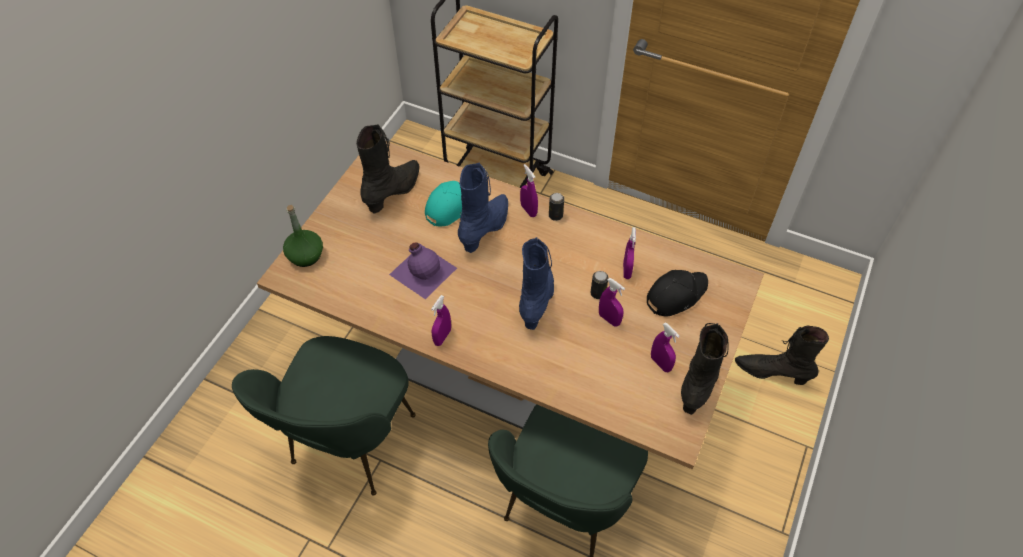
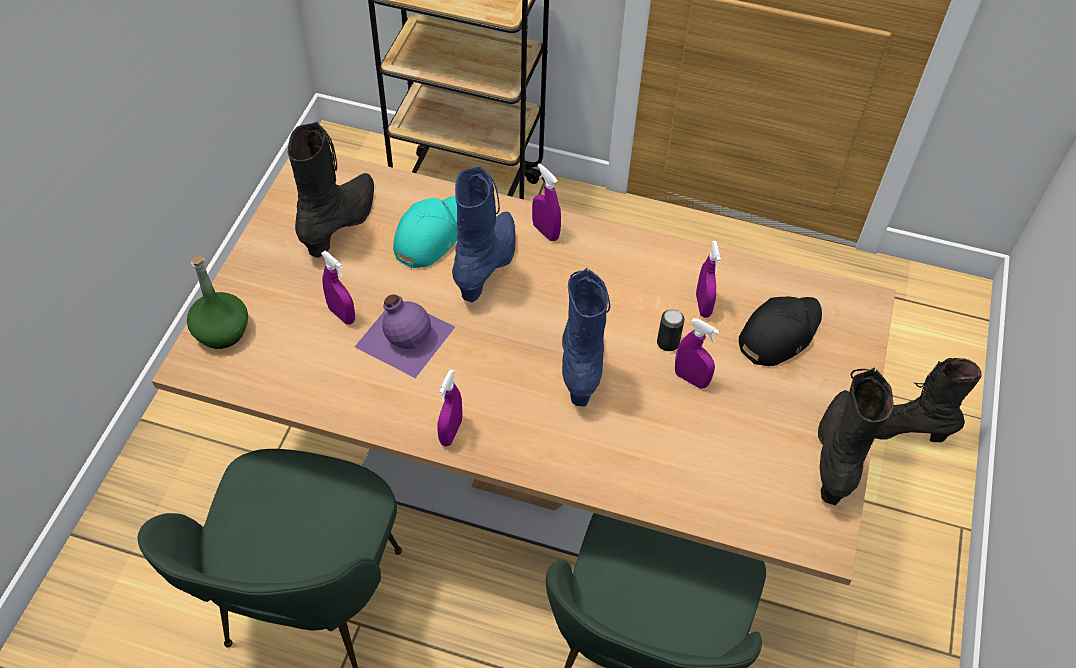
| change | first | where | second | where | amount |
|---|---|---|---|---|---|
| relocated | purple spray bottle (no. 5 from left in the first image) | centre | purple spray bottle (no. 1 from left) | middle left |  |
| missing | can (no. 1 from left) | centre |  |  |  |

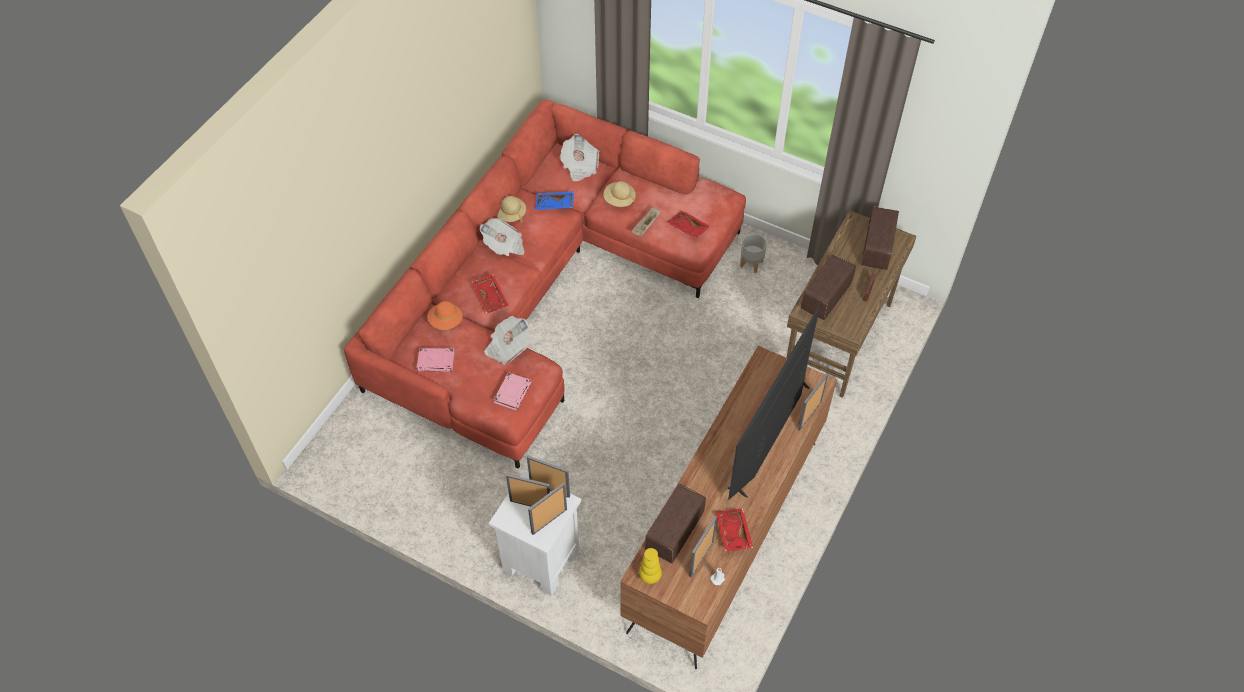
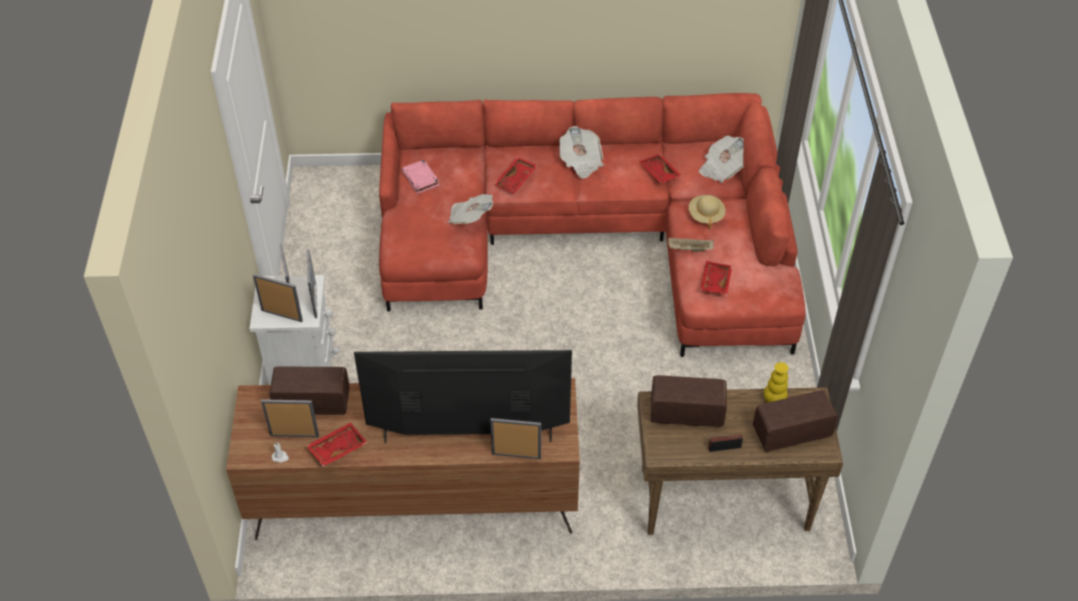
| change | first | where | second | where | amount |
|---|---|---|---|---|---|
| colour | blue tray | top centre | red tray (no. 3 from left) | top centre |  |
| relocated | yellow vase | bottom centre |  | middle right |  |
| missing | orange hat | centre |  |  |  |
| missing | pink book (no. 2 from left) | centre |  |  |  |
| missing | beige hat (no. 1 from left) | top centre |  |  |  |
| missing | grey planter | centre |  |  |  |

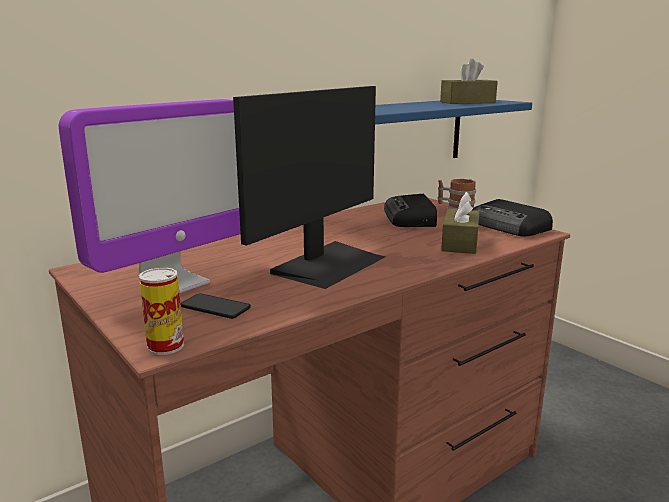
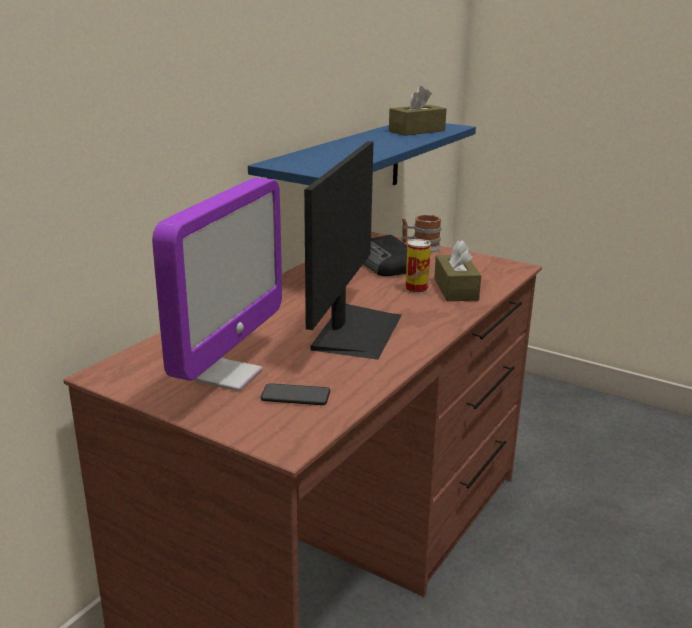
| change | first | where | second | where | amount |
|---|---|---|---|---|---|
| relocated | can | middle left |  | centre |  |
| missing | radio (no. 2 from left) | middle right |  |  |  |

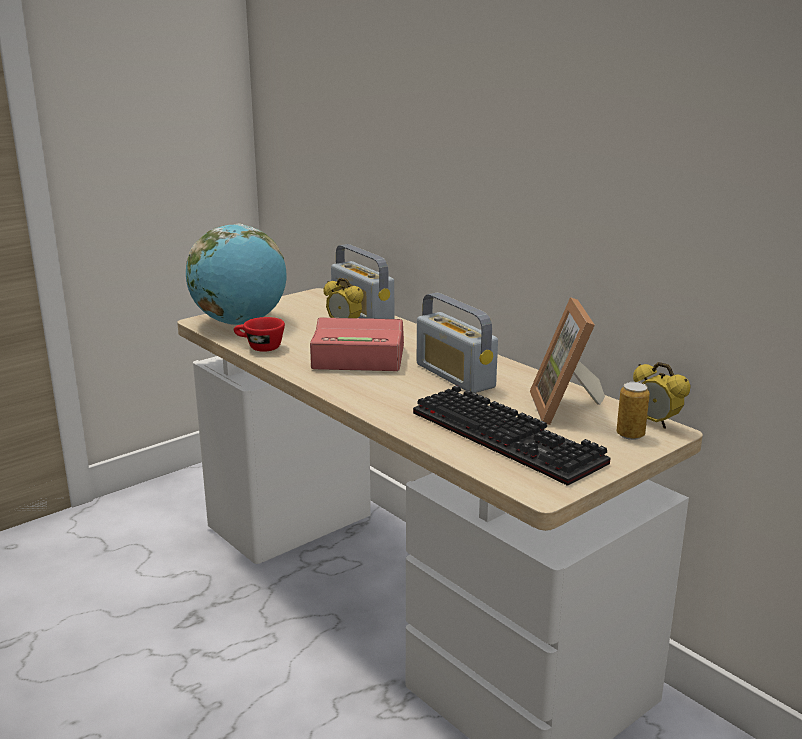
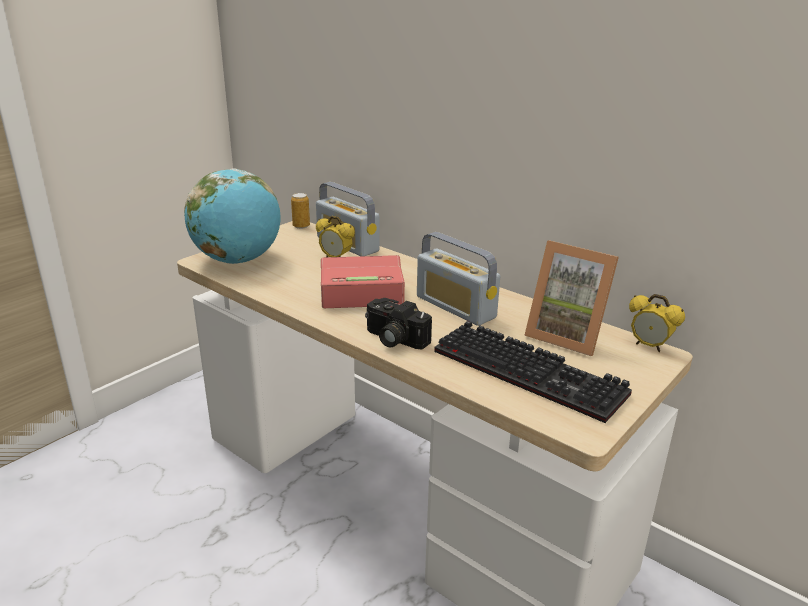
| change | first | where | second | where | amount |
|---|---|---|---|---|---|
| relocated | can | middle right |  | centre |  |
| appeared |  |  | photo camera | centre |  |
| spun | picture frame | middle right |  | middle right | 45 degrees counterclockwise |
| missing | red cup | middle left |  |  |  |

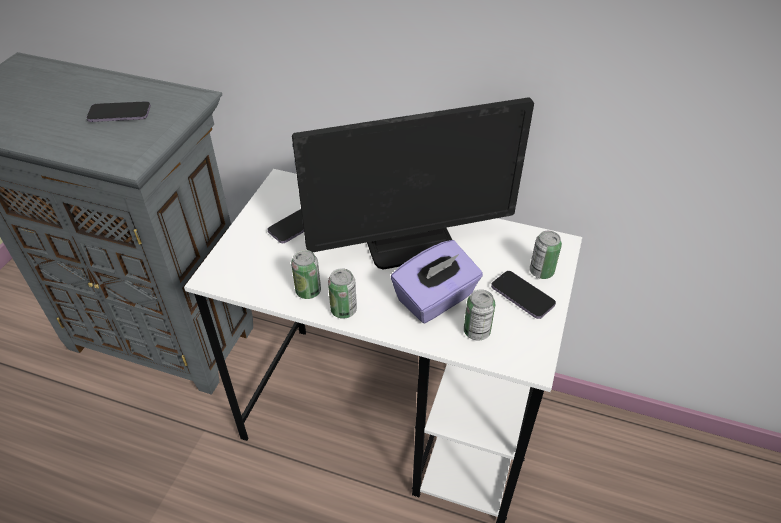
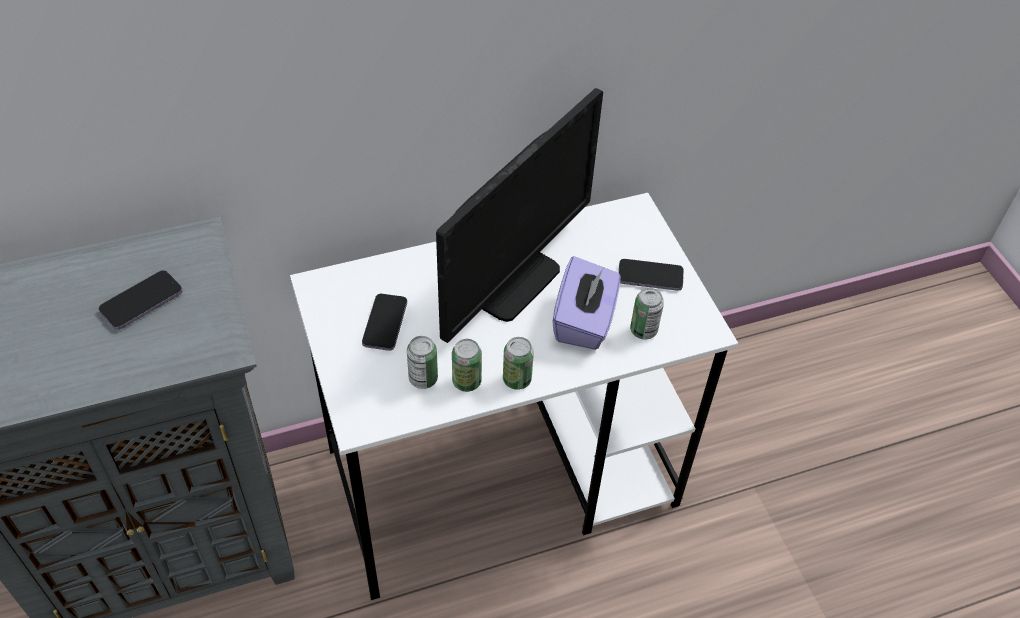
| change | first | where | second | where | amount |
|---|---|---|---|---|---|
| relocated | can (no. 4 from left in the first image) | middle right | can (no. 1 from left) | centre |  |

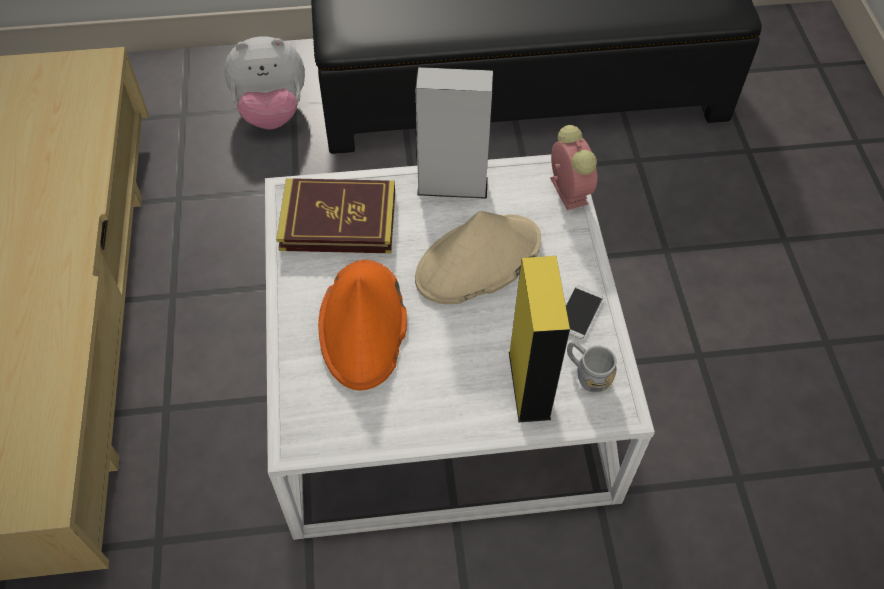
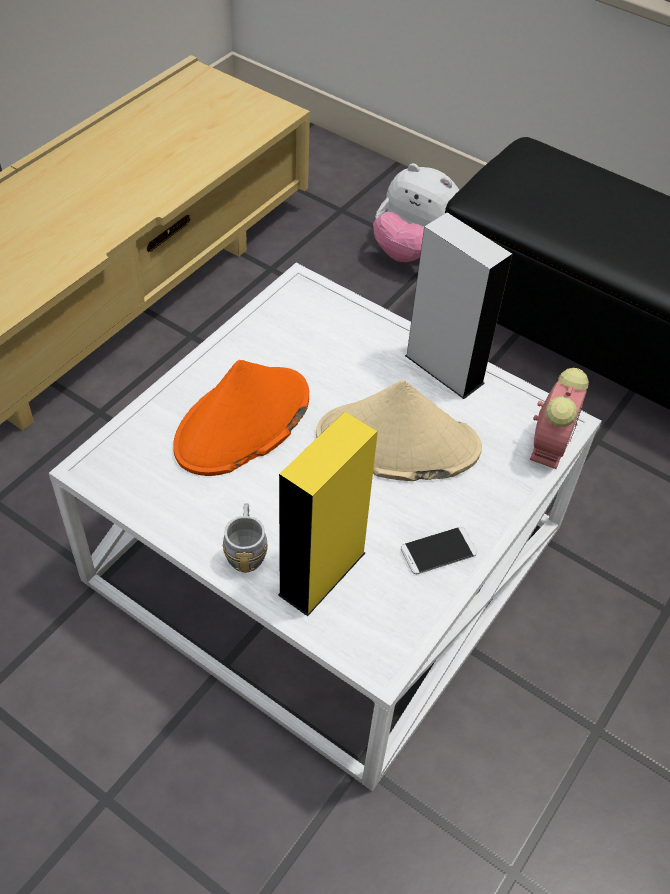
| change | first | where | second | where | amount |
|---|---|---|---|---|---|
| relocated | grey mug | middle right |  | centre |  |
| missing | book | centre |  |  |  |

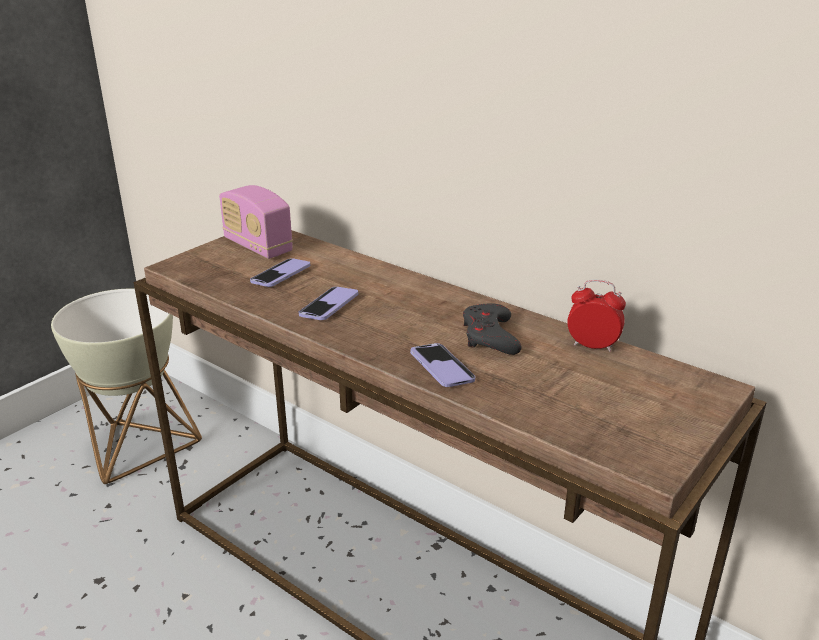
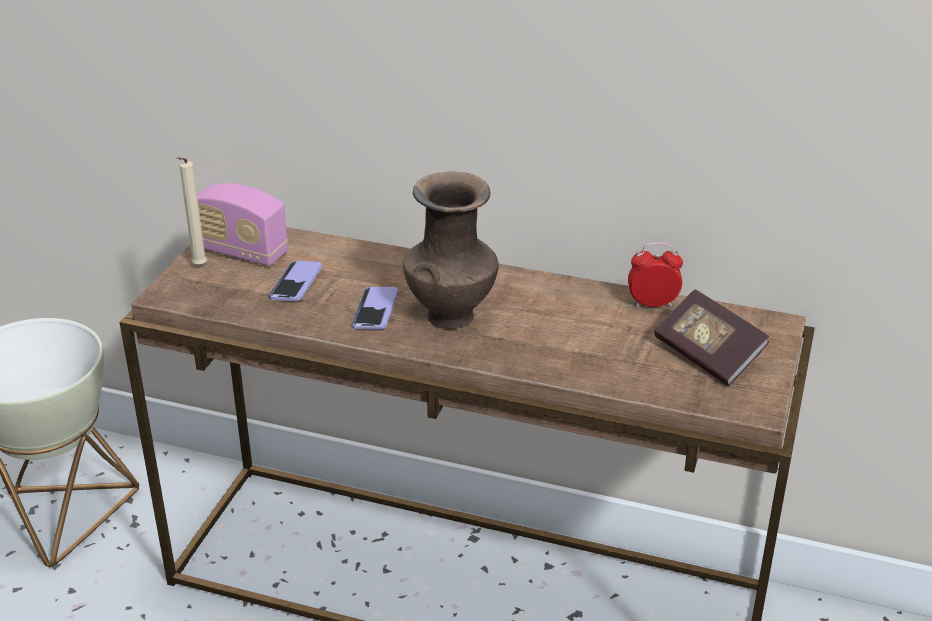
| change | first | where | second | where | amount |
|---|---|---|---|---|---|
| appeared |  |  | beige candle | middle left |  |
| appeared |  |  | brown vase | centre |  |
| appeared |  |  | book | middle right |  |
| missing | phone (no. 3 from left) | centre |  |  |  |
| missing | grey game controller | centre |  |  |  |

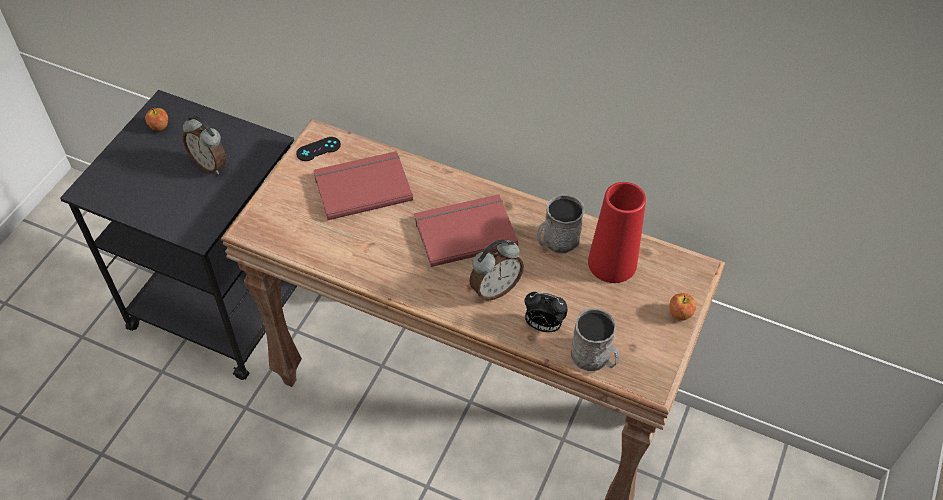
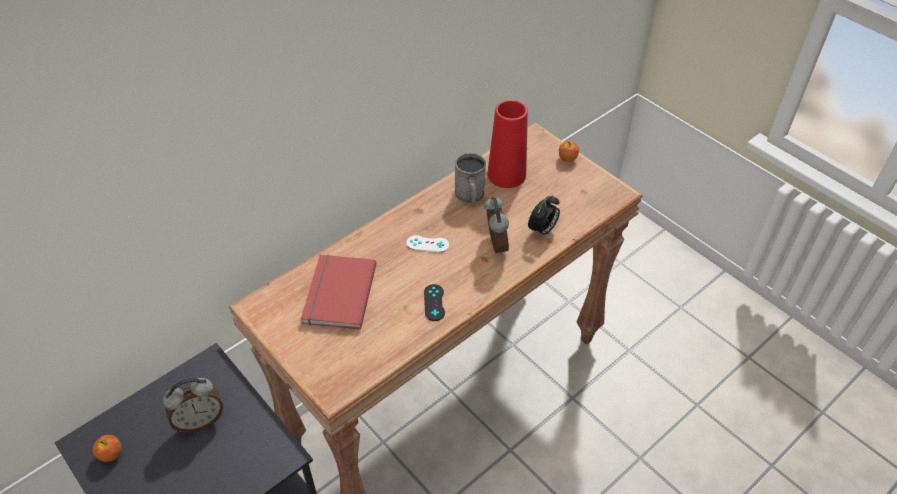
| change | first | where | second | where | amount |
|---|---|---|---|---|---|
| exchanged | red book (no. 2 from left) | centre | white game controller | centre |  |
| relocated | black game controller | top centre |  | centre |  |
| missing | grey mug (no. 2 from left) | bottom centre |  |  |  |

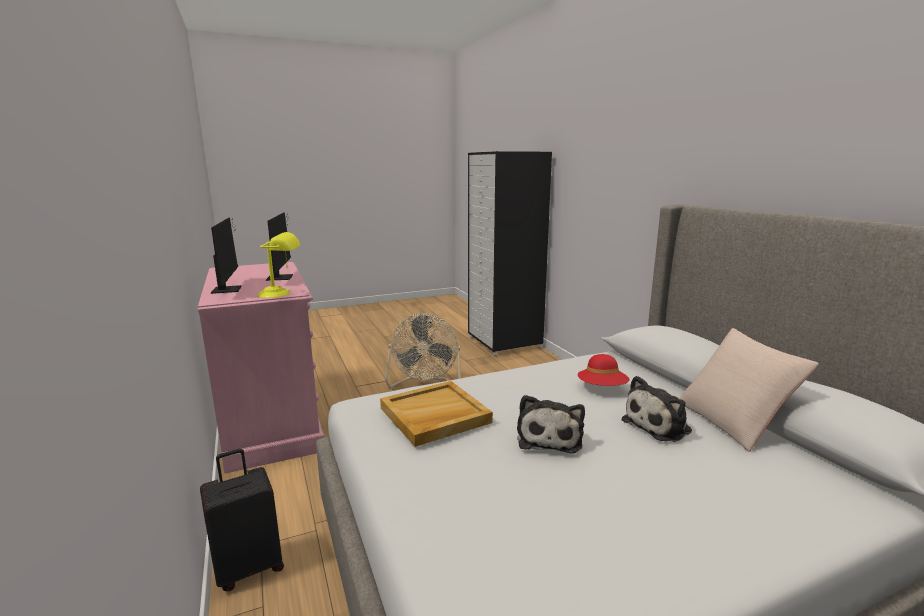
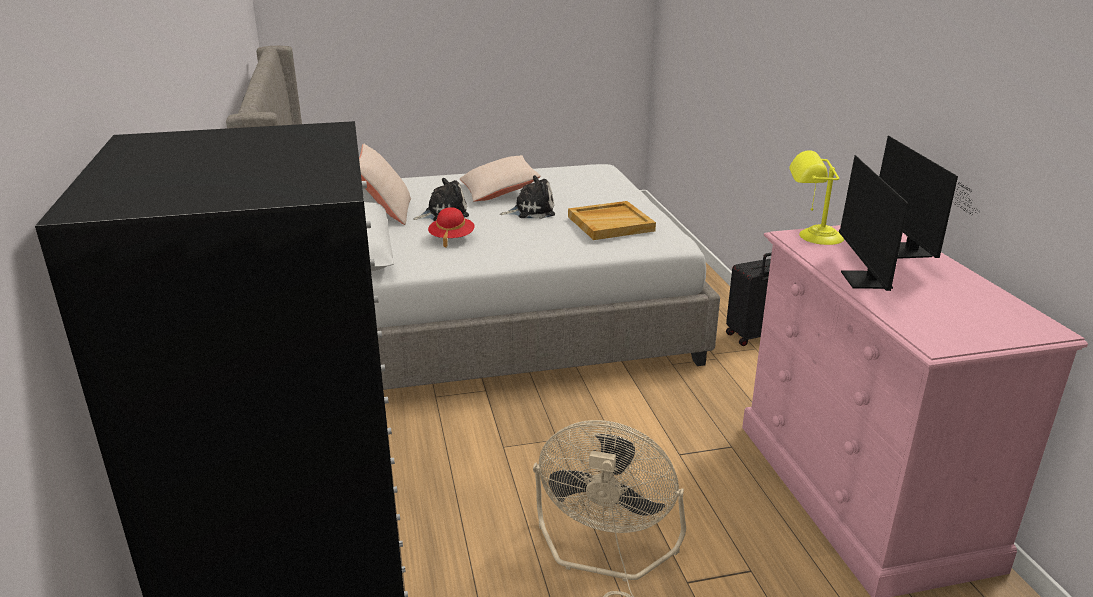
| change | first | where | second | where | amount |
|---|---|---|---|---|---|
| appeared |  |  | beige pillow (no. 2 from left) | top centre |  |
| spun | plush toy (no. 1 from left in the first image) | bottom centre | plush toy (no. 2 from left) | top centre | 60 degrees clockwise |

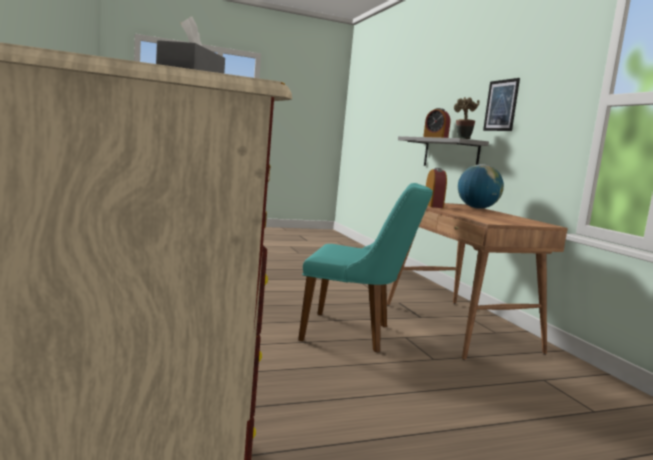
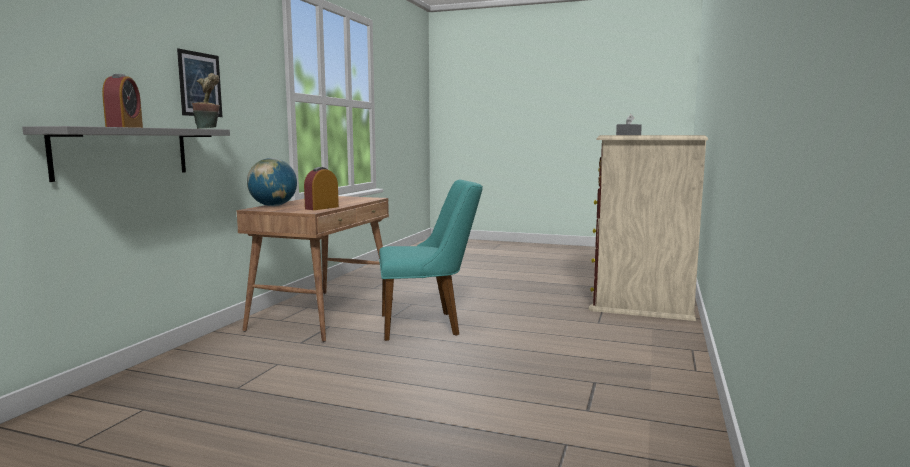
| change | first | where | second | where | amount |
|---|---|---|---|---|---|
| spun | turquoise chair | centre |  | centre | 120 degrees clockwise |

